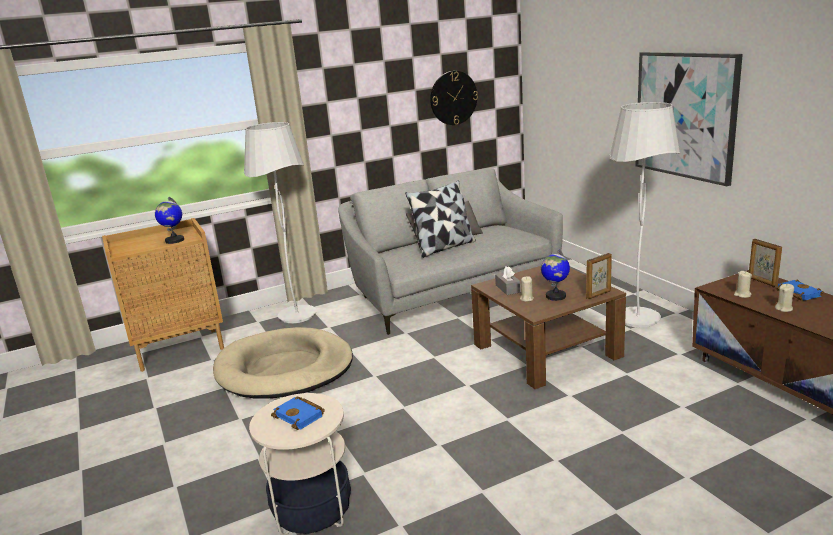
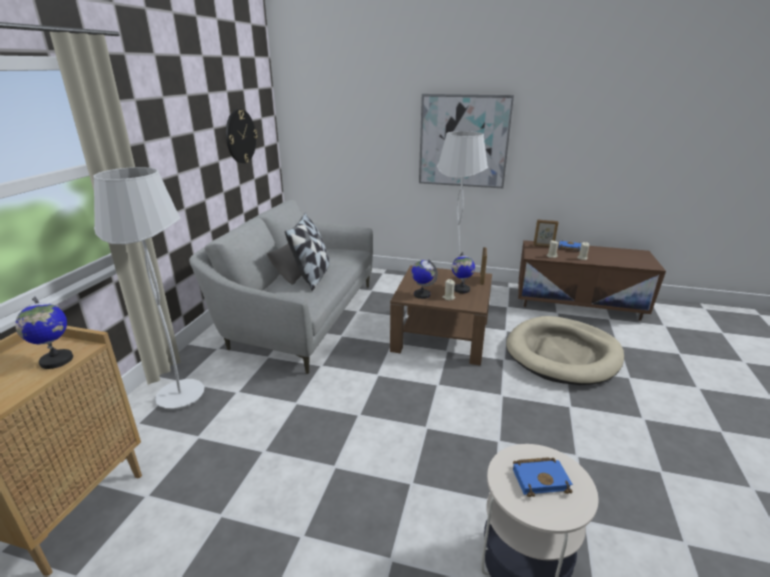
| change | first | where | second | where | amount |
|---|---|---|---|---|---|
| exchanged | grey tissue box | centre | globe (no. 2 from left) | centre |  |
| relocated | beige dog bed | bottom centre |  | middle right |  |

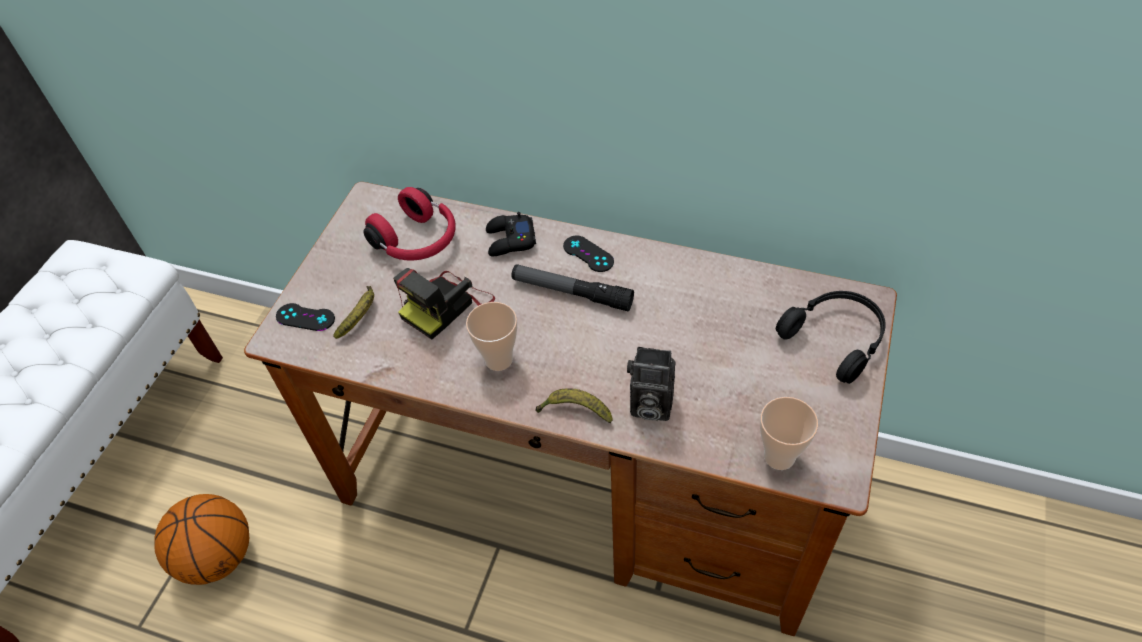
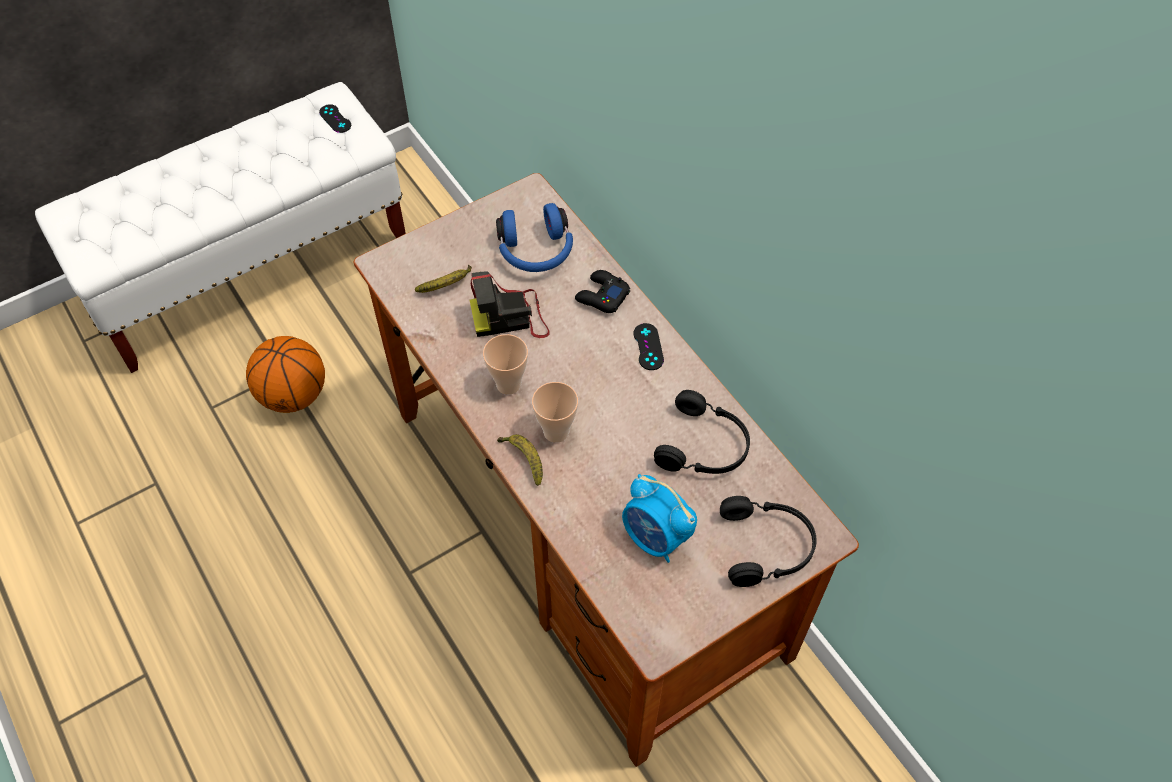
| change | first | where | second | where | amount |
|---|---|---|---|---|---|
| relocated | black game controller (no. 1 from left) | middle left |  | top left |  |
| colour | red headphones | centre | blue headphones | top centre |  |
| relocated | cup (no. 2 from left) | bottom right |  | centre |  |
| appeared |  |  | alarm clock | centre |  |
| appeared |  |  | black headphones (no. 1 from left) | centre |  |
| missing | flashlight | centre |  |  |  |
| missing | photo camera (no. 2 from left) | centre |  |  |  |

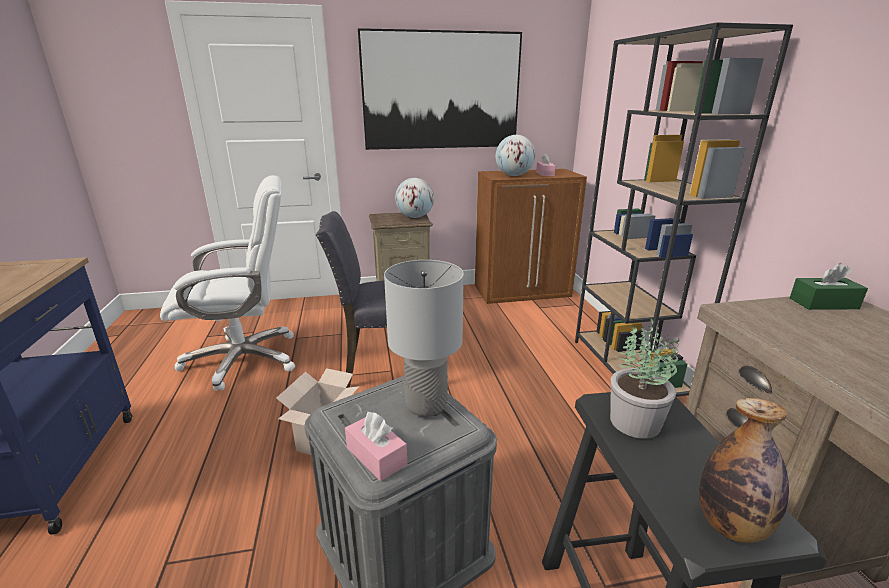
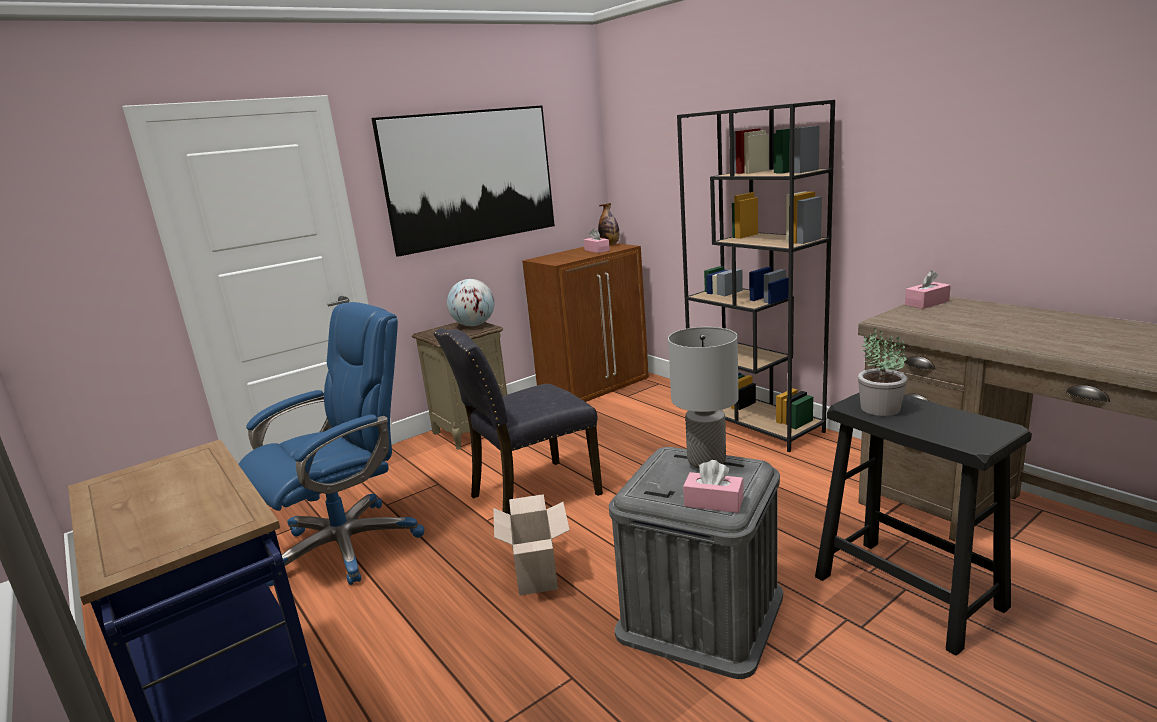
| change | first | where | second | where | amount |
|---|---|---|---|---|---|
| colour | white office chair | middle left | blue office chair | middle left |  |
| relocated | bottle | bottom right |  | top centre |  |
| colour | green tissue box | middle right | pink tissue box (no. 3 from left) | middle right |  |
| missing | globe (no. 2 from left) | top centre |  |  |  |

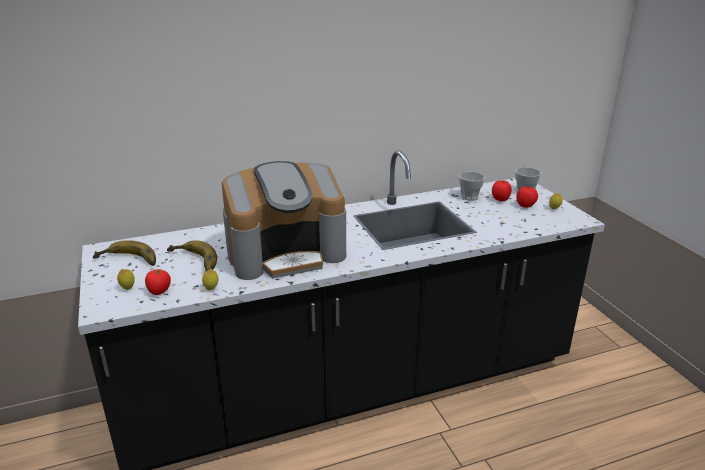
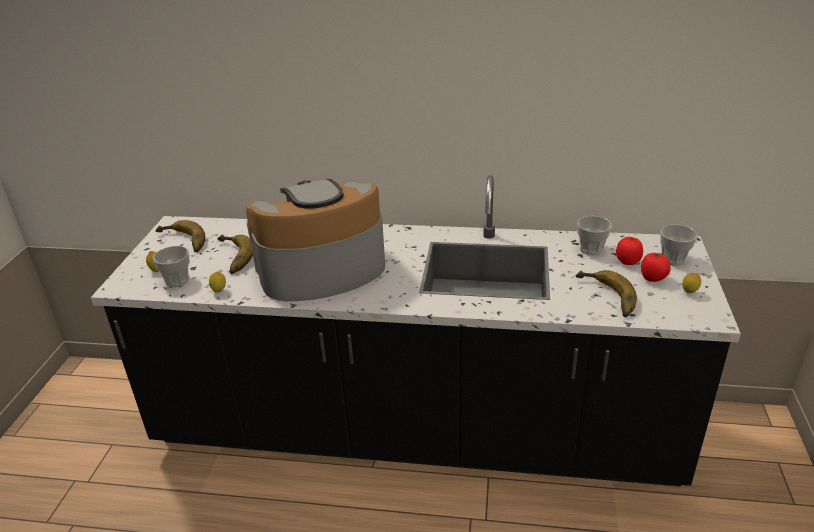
| change | first | where | second | where | amount |
|---|---|---|---|---|---|
| exchanged | tomato (no. 1 from left) | middle left | cup (no. 1 from left) | middle left |  |
| spun | coffee machine | centre |  | centre | 150 degrees clockwise |
| appeared |  |  | banana (no. 3 from left) | middle right |  |

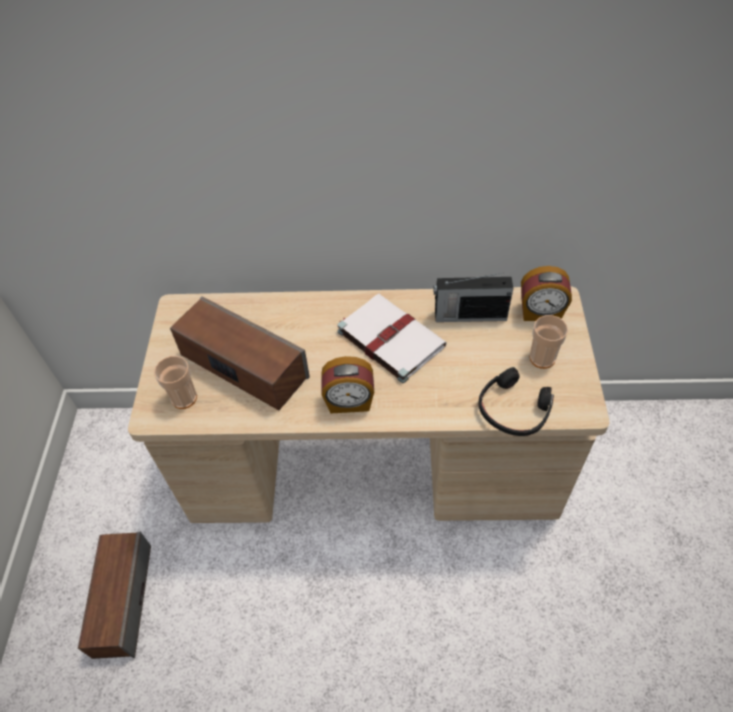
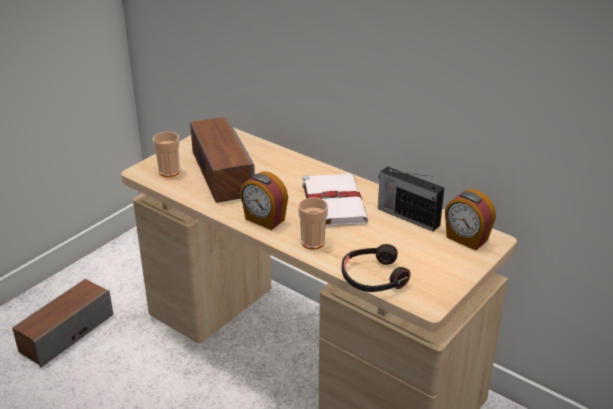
| change | first | where | second | where | amount |
|---|---|---|---|---|---|
| relocated | cup (no. 2 from left) | middle right |  | centre |  |

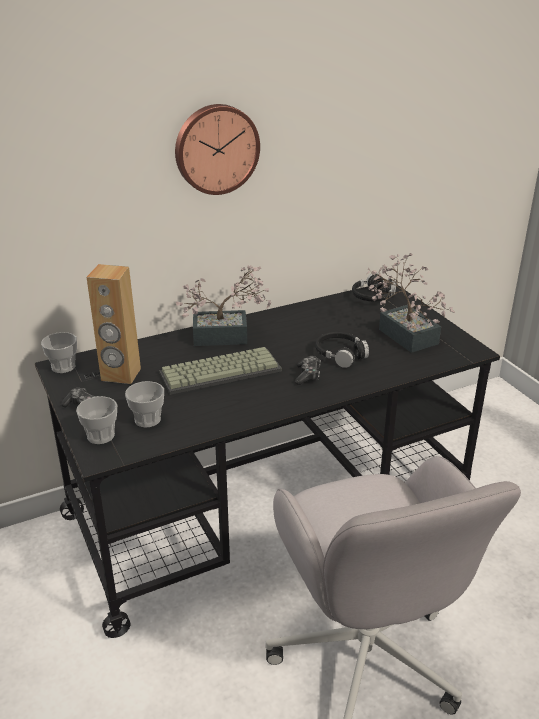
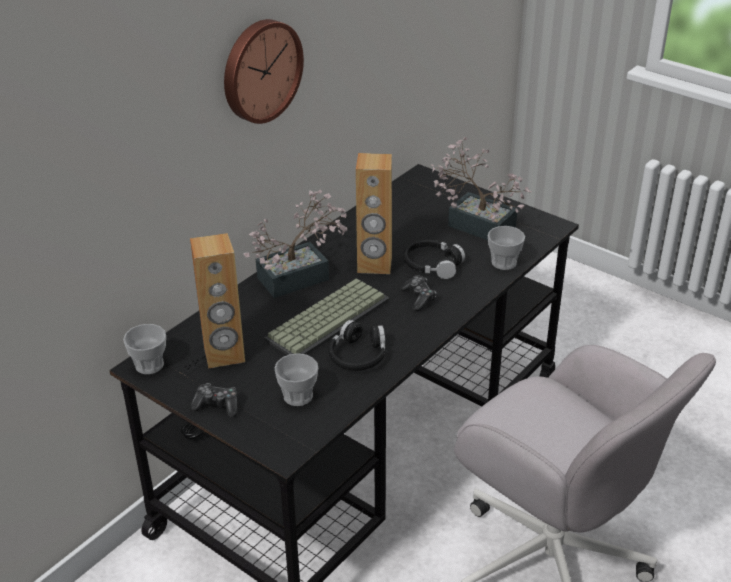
| change | first | where | second | where | amount |
|---|---|---|---|---|---|
| relocated | black headphones (no. 2 from left in the first image) | middle right | black headphones (no. 1 from left) | centre |  |
| appeared |  |  | brown speaker (no. 2 from left) | centre |  |
| relocated | cup (no. 2 from left in the first image) | middle left | cup (no. 3 from left) | middle right |  |

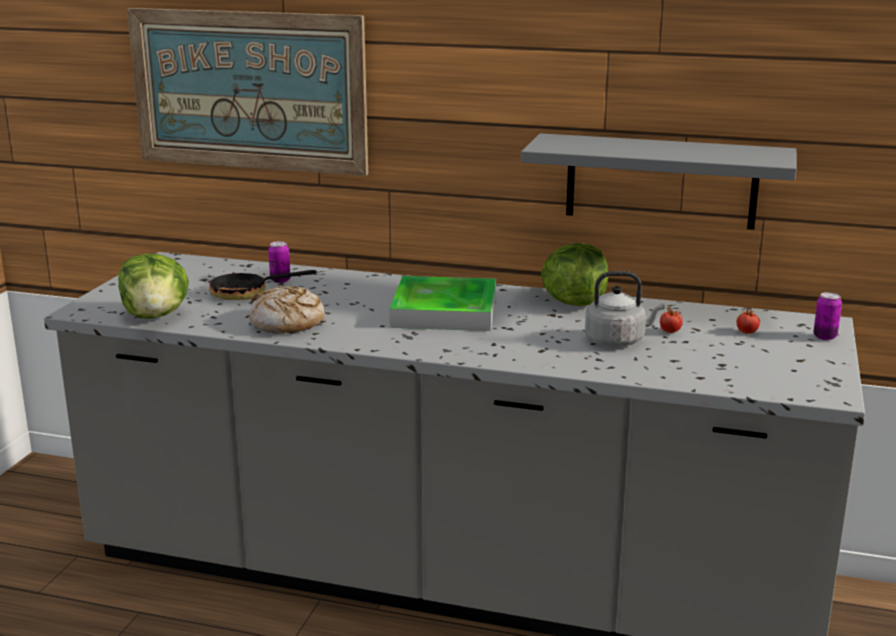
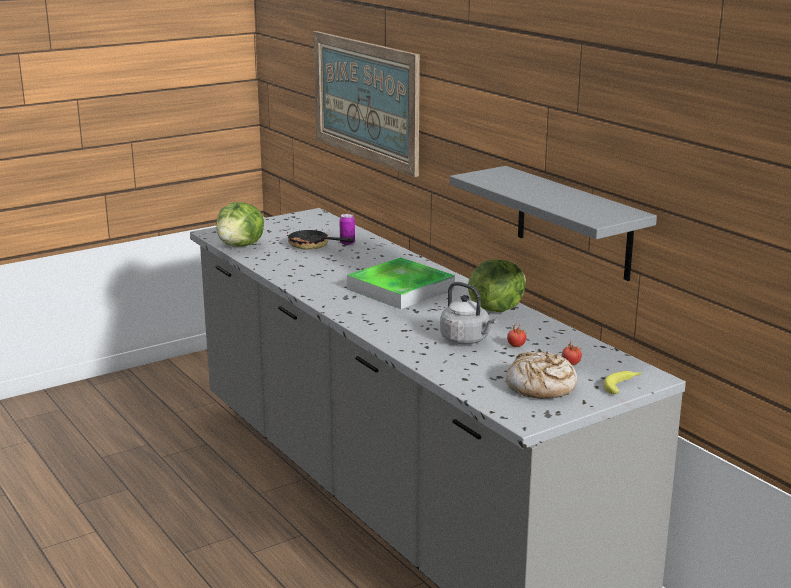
| change | first | where | second | where | amount |
|---|---|---|---|---|---|
| relocated | bread | middle left |  | middle right |  |
| exchanged | can (no. 2 from left) | middle right | banana | middle right |  |

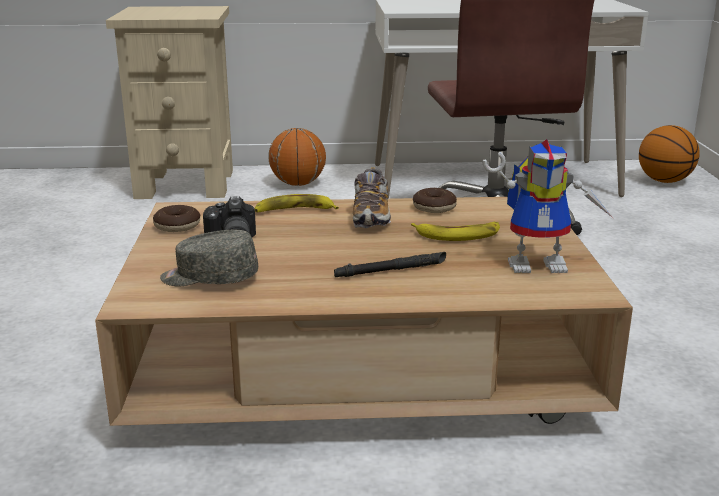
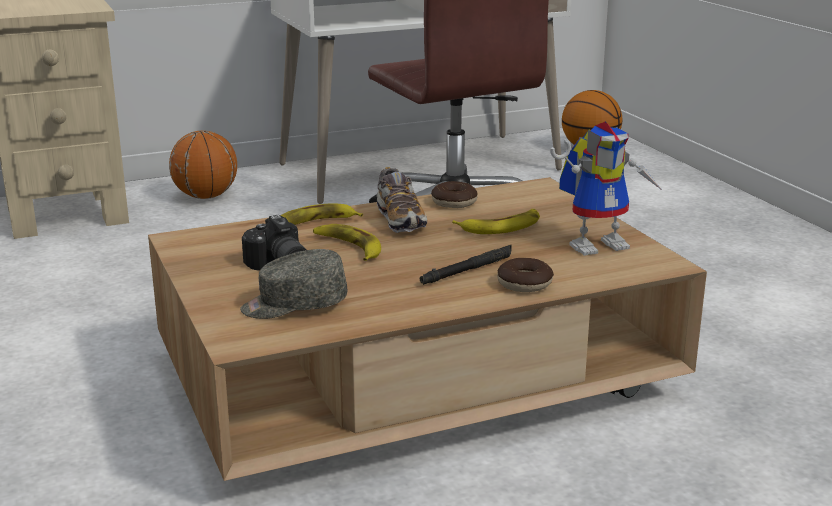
| change | first | where | second | where | amount |
|---|---|---|---|---|---|
| appeared |  |  | banana (no. 2 from left) | centre |  |
| relocated | donut (no. 1 from left in the first image) | middle left | donut (no. 2 from left) | centre |  |

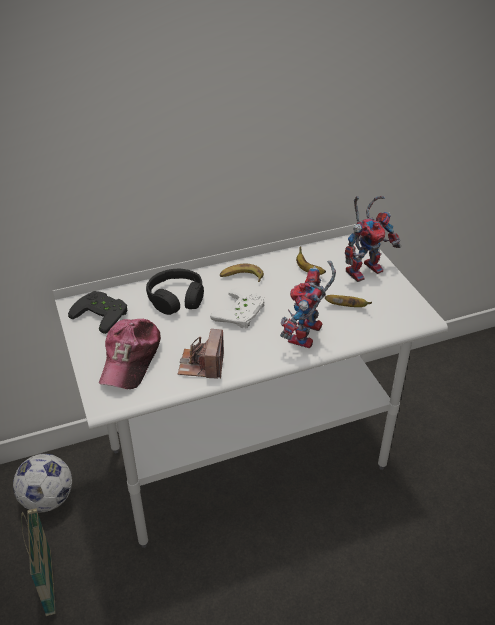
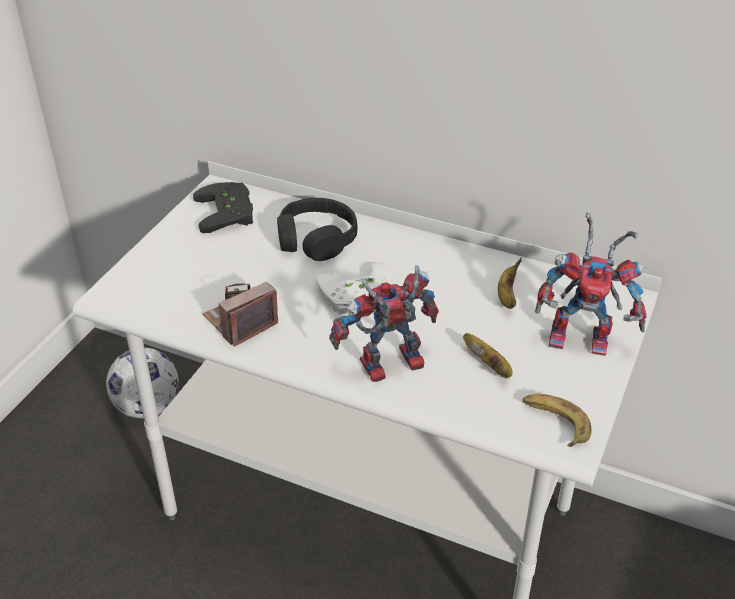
| change | first | where | second | where | amount |
|---|---|---|---|---|---|
| relocated | banana (no. 1 from left in the first image) | centre | banana (no. 3 from left) | bottom right |  |
| missing | basket | bottom left |  |  |  |
| missing | cap | middle left |  |  |  |

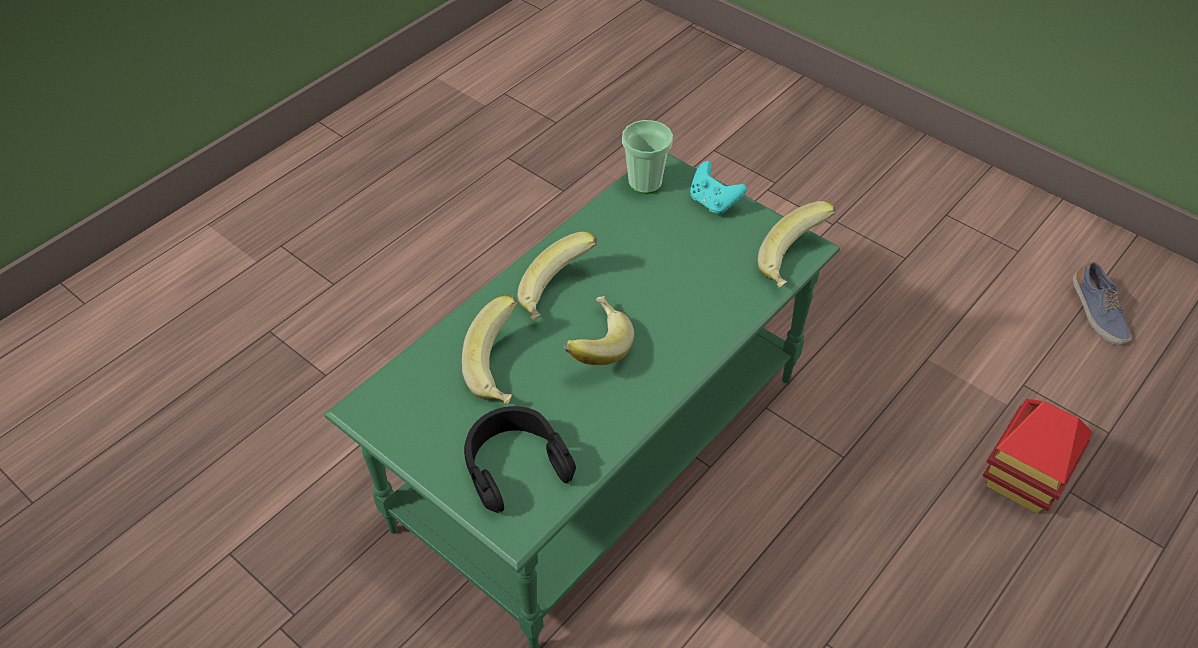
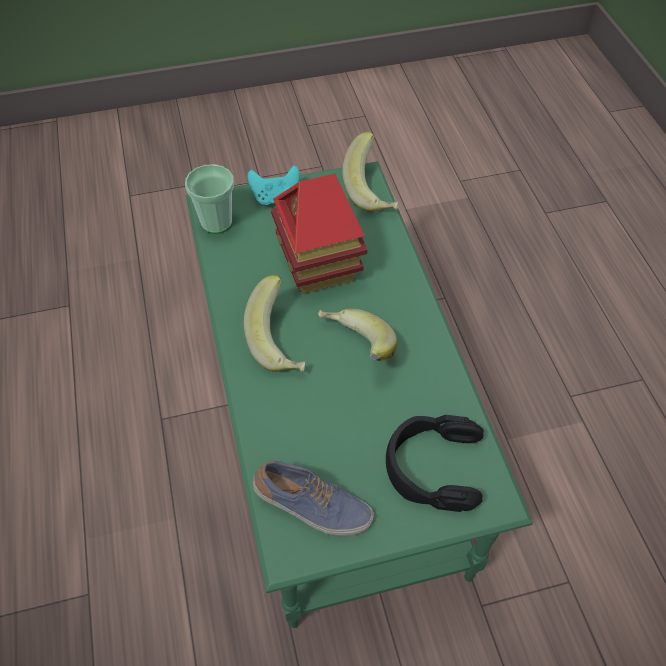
| change | first | where | second | where | amount |
|---|---|---|---|---|---|
| relocated | shoe | middle right |  | bottom centre |  |
| relocated | toy house | bottom right |  | centre |  |
| missing | banana (no. 1 from left) | centre |  |  |  |

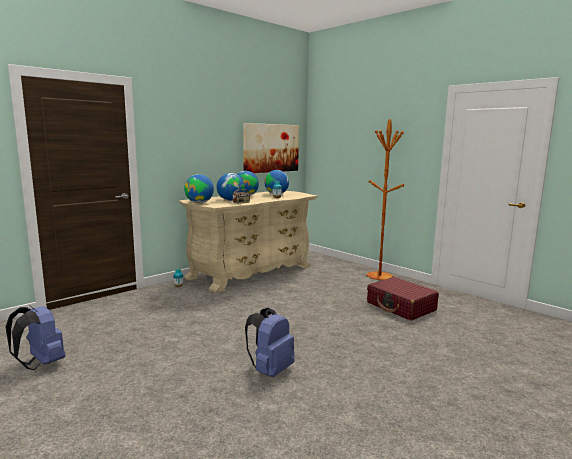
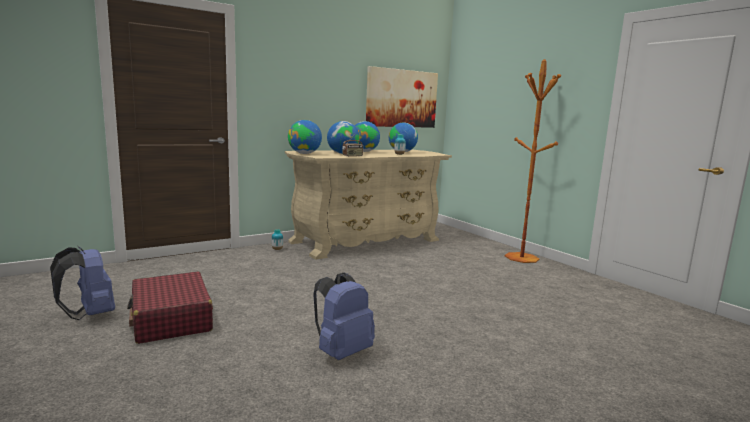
| change | first | where | second | where | amount |
|---|---|---|---|---|---|
| relocated | red suitcase | middle right |  | bottom left |  |

